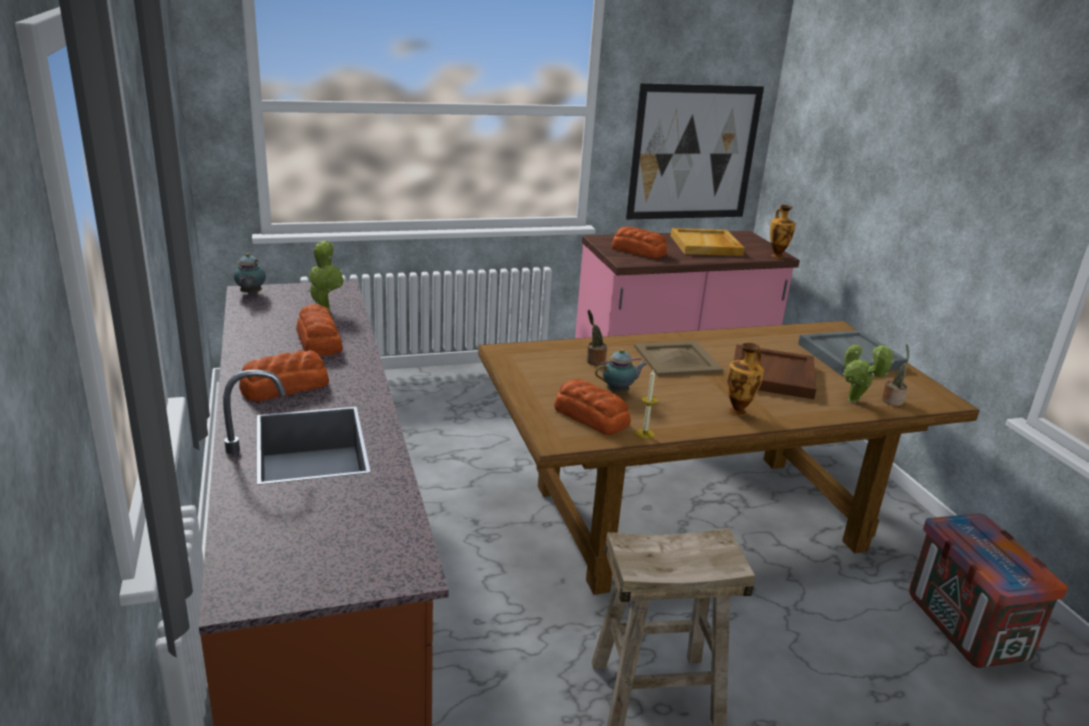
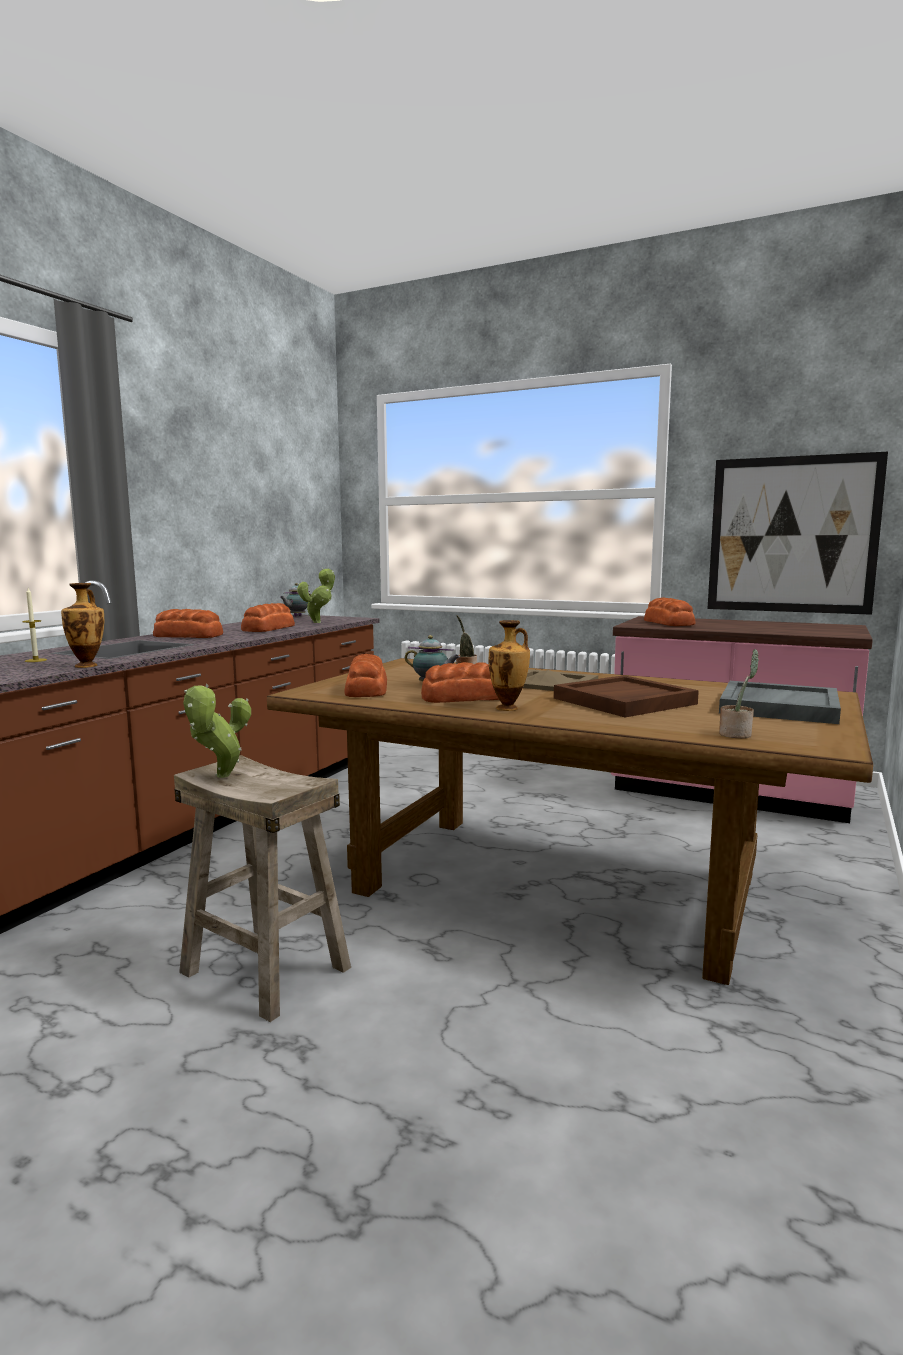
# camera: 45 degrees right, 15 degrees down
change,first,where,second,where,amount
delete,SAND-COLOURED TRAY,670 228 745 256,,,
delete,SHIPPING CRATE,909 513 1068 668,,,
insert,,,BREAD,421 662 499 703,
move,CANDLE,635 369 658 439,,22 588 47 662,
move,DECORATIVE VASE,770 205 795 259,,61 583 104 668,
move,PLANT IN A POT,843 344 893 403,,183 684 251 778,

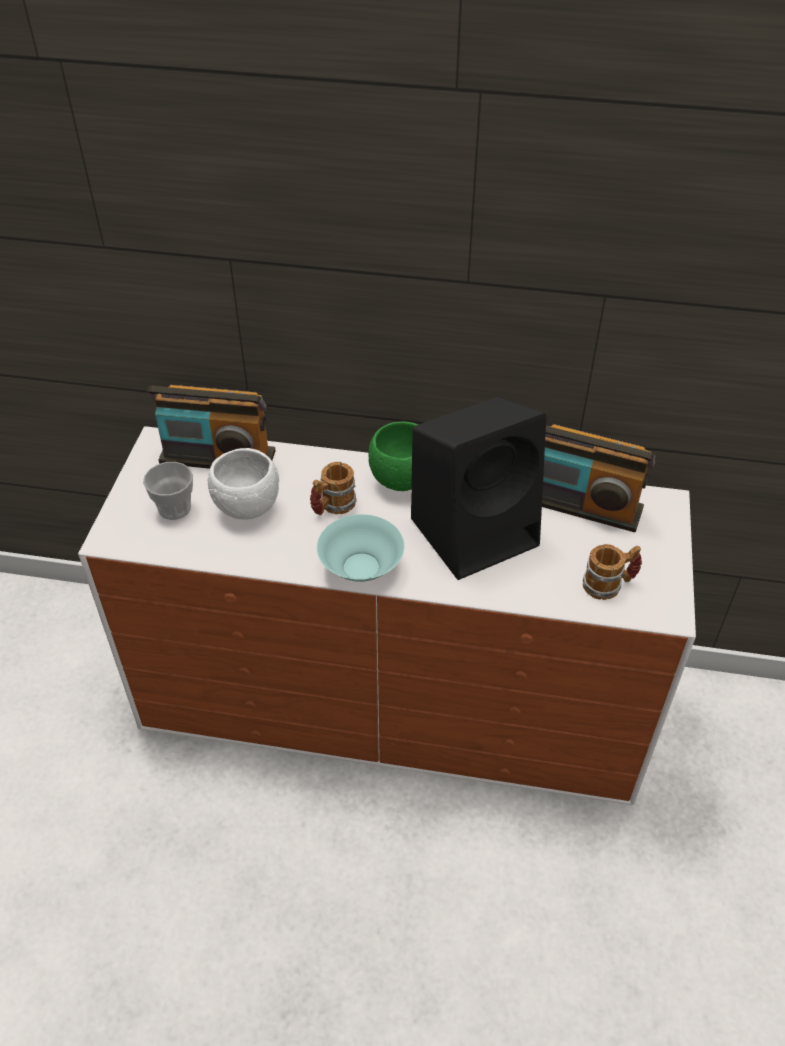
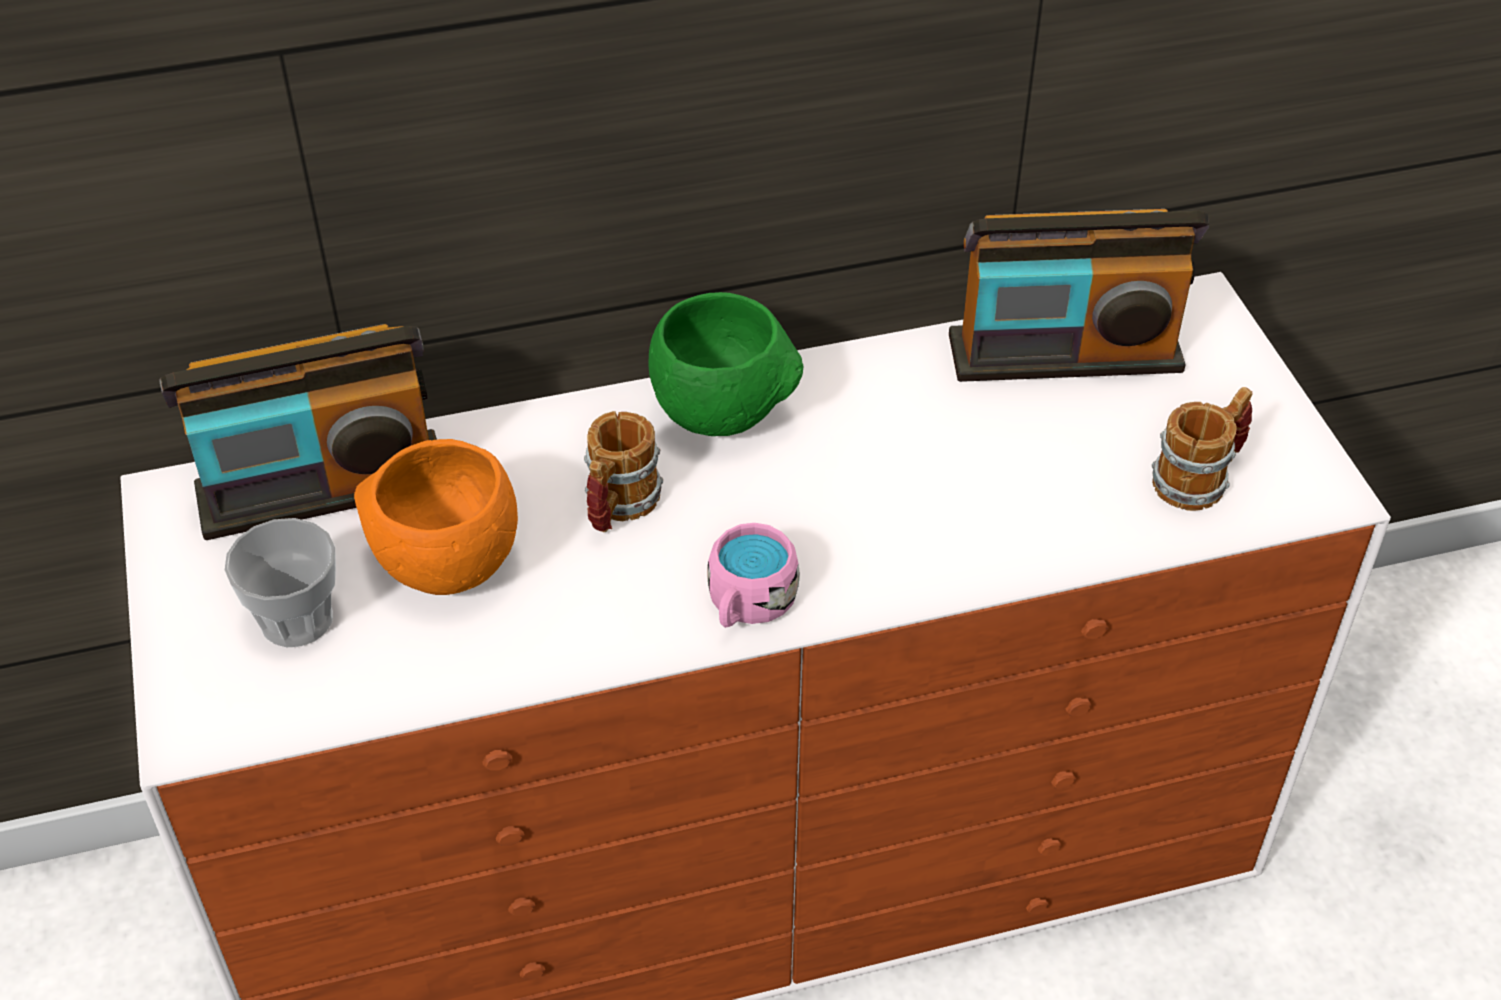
# camera: 25 degrees left, 0 degrees up
change,first,where,second,where,amount
delete,BLACK AUDIO SPEAKER,411 397 546 580,,,
replace,TURQUOISE-COLOURED SERVING BOWL,317 514 404 582,PINK-COLOURED COFFEE MUG,707 523 799 628,
recolor,WHITISH SERVING BOWL,208 448 279 520,ORANGE SERVING BOWL,354 439 518 595,

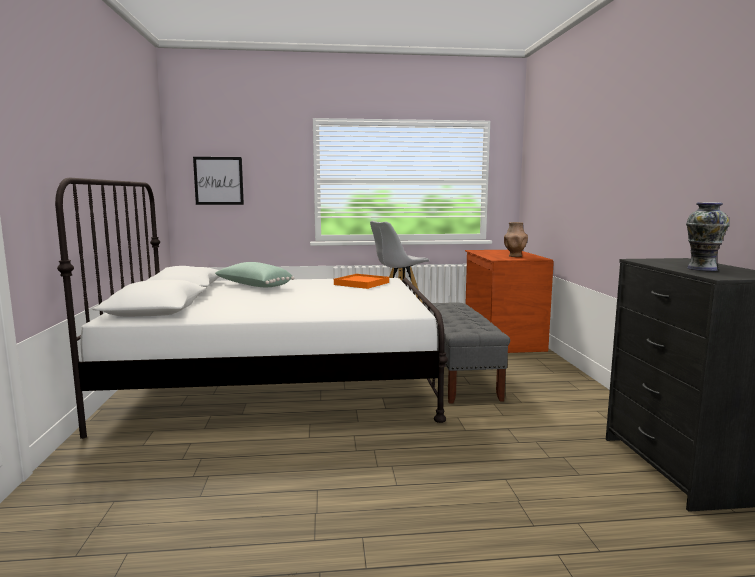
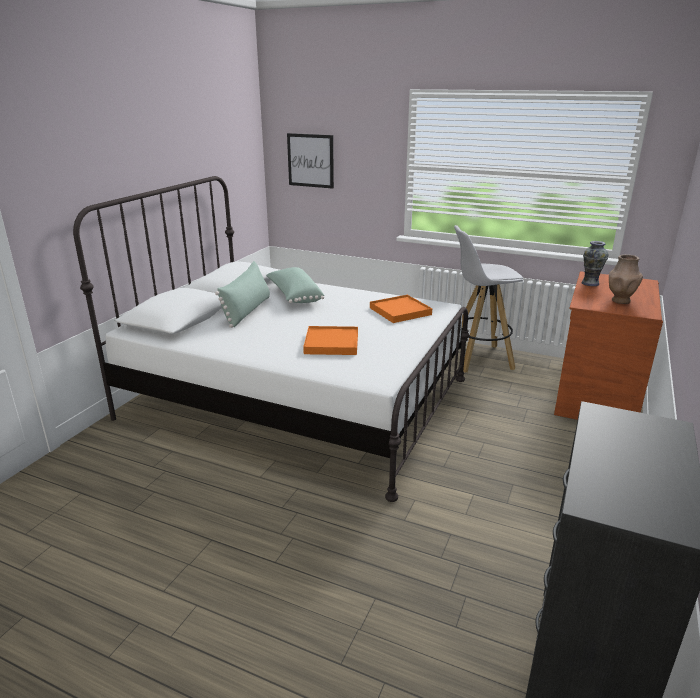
# camera: 30 degrees right, 15 degrees up
change,first,where,second,where,amount
delete,GRAY LONG SEAT,425 302 510 404,,,
insert,,,GREEN-COLOURED CUSHION,215 261 270 328,
insert,,,ORANGE TRAY,303 326 358 355,
move,DECORATIVE VASE,686 202 730 271,,582 241 609 286,

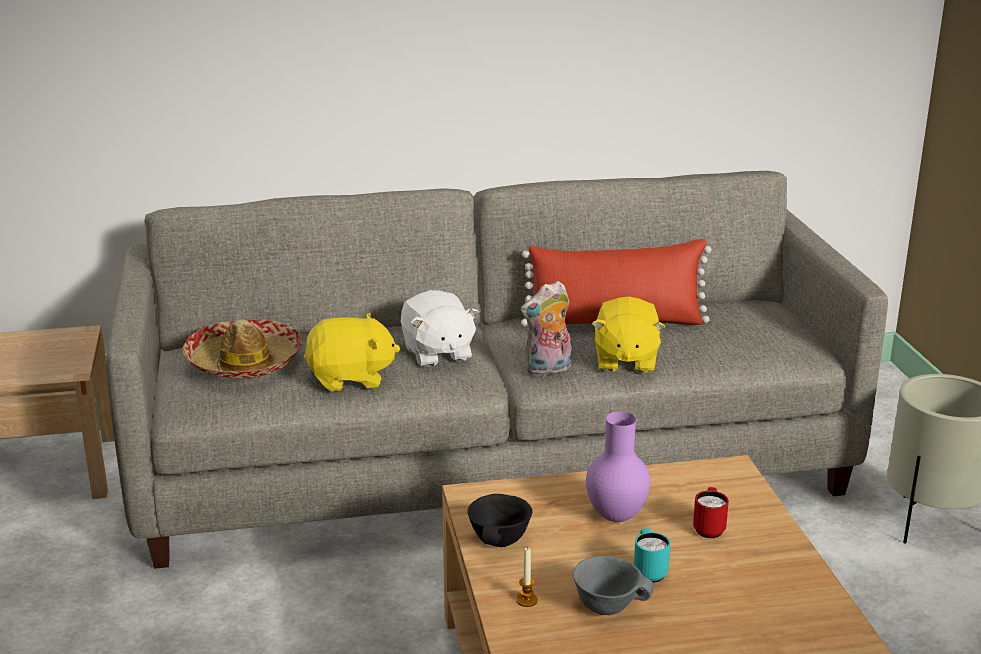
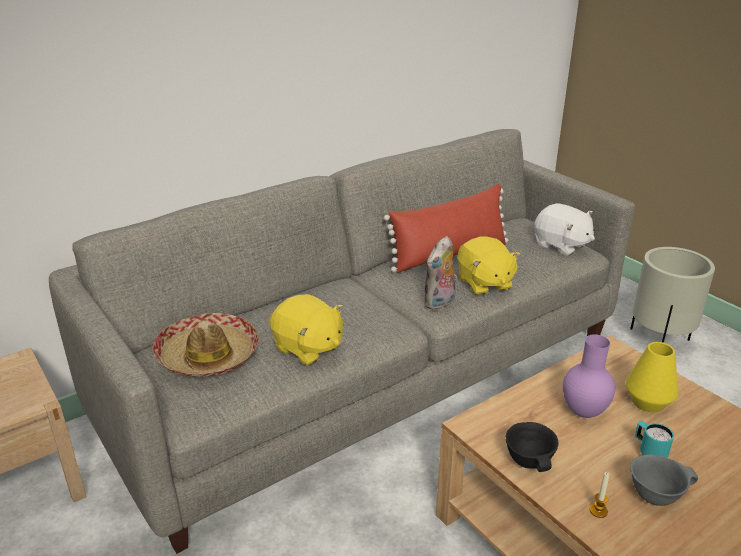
# camera: 25 degrees left, 5 degrees up
change,first,where,second,where,amount
move,WHITISH SOFT TOY,401 290 479 367,,534 203 595 256,
replace,RED COFFEE MUG,693 487 729 538,YELLOW DECORATIVE VASE,625 342 679 412,
rotate,YELLOW SOFT TOY,304 313 400 391,,269 294 343 365,75 degrees clockwise

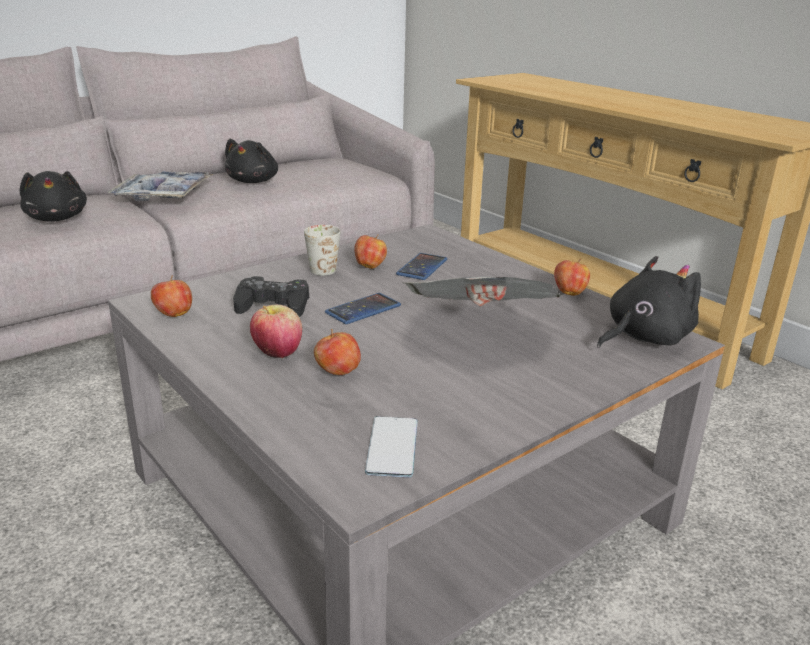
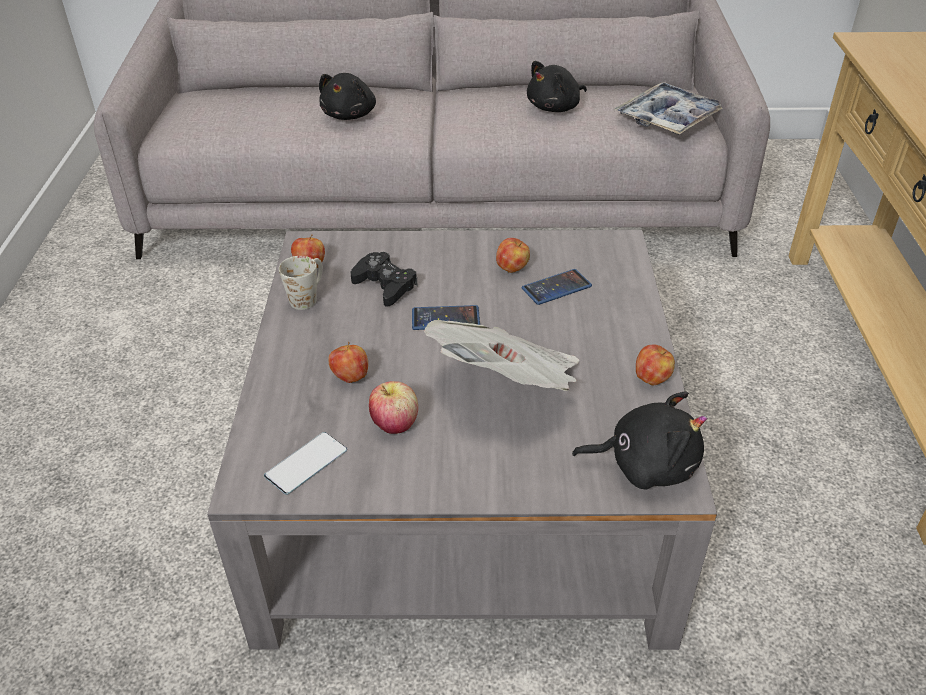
# camera: 40 degrees right, 15 degrees up
change,first,where,second,where,amount
move,TRAY,108 171 214 201,,615 82 723 135,
move,APPLE FRUIT,250 305 302 358,,369 381 418 434,
move,WHITISH COFFEE MUG,304 225 340 276,,279 256 323 310,

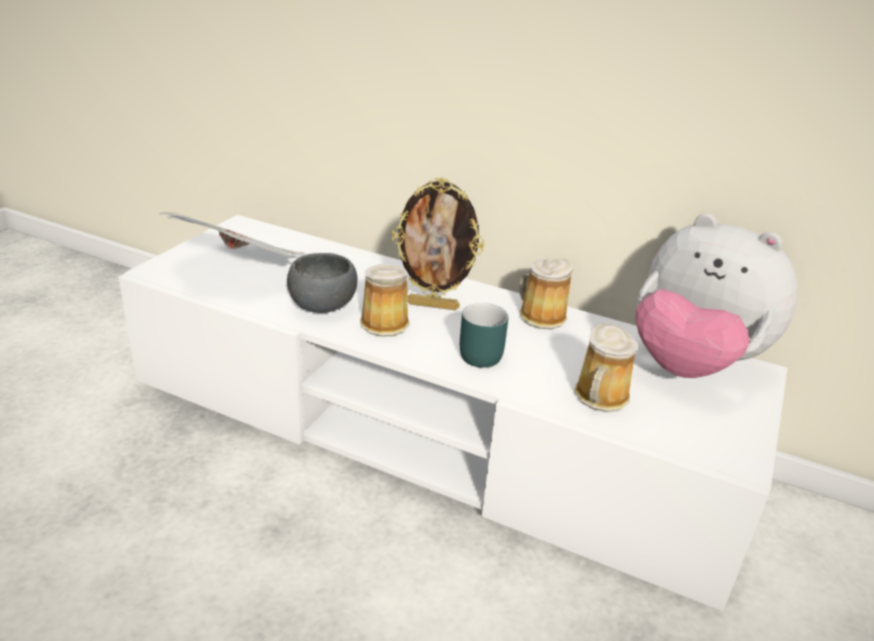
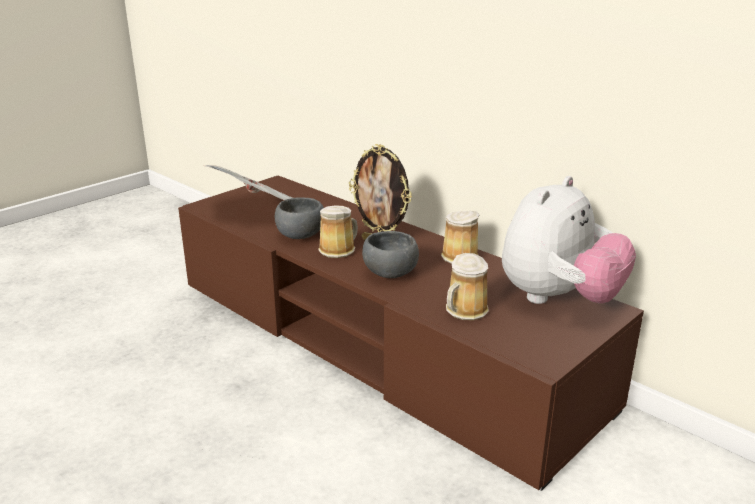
# camera: 20 degrees right, 5 degrees down
change,first,where,second,where,amount
replace,TURQUOISE-COLOURED COFFEE MUG,460 303 509 368,GRAY SERVING BOWL,362 231 419 278,
recolor,WHITISH MEDIA CONSOLE,118 215 787 611,BROWNISH MEDIA CONSOLE,178 176 644 491,
rotate,SOFT TOY,635 213 798 378,,502 176 636 304,105 degrees counterclockwise

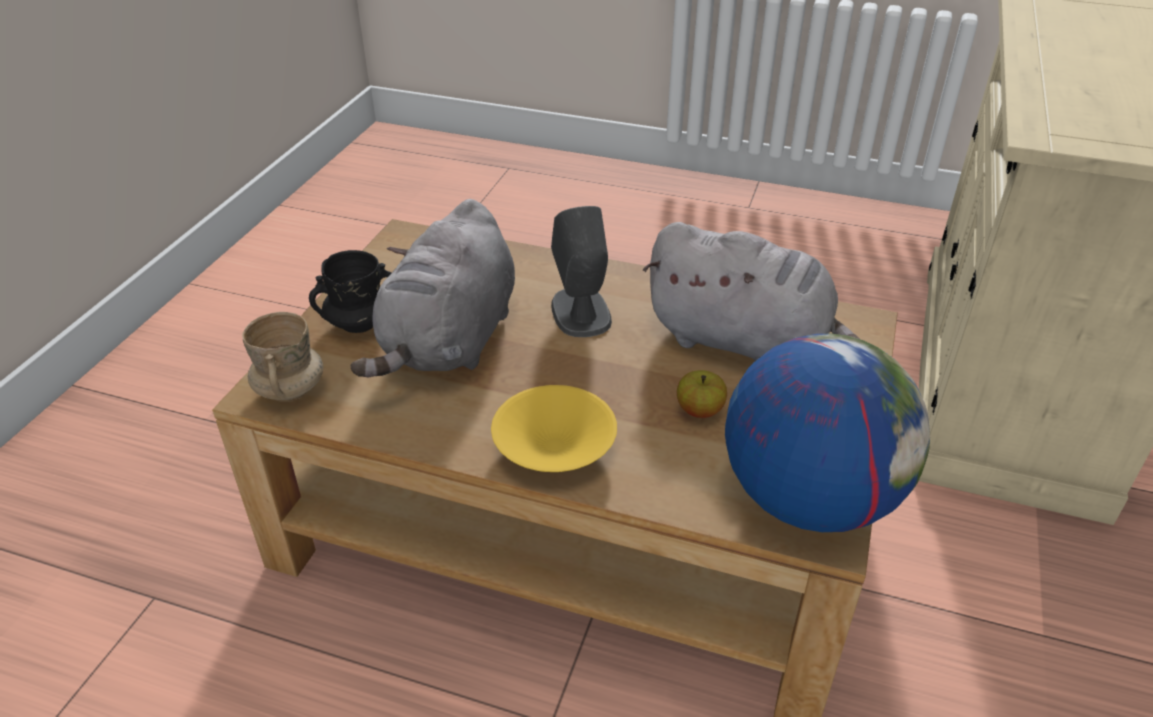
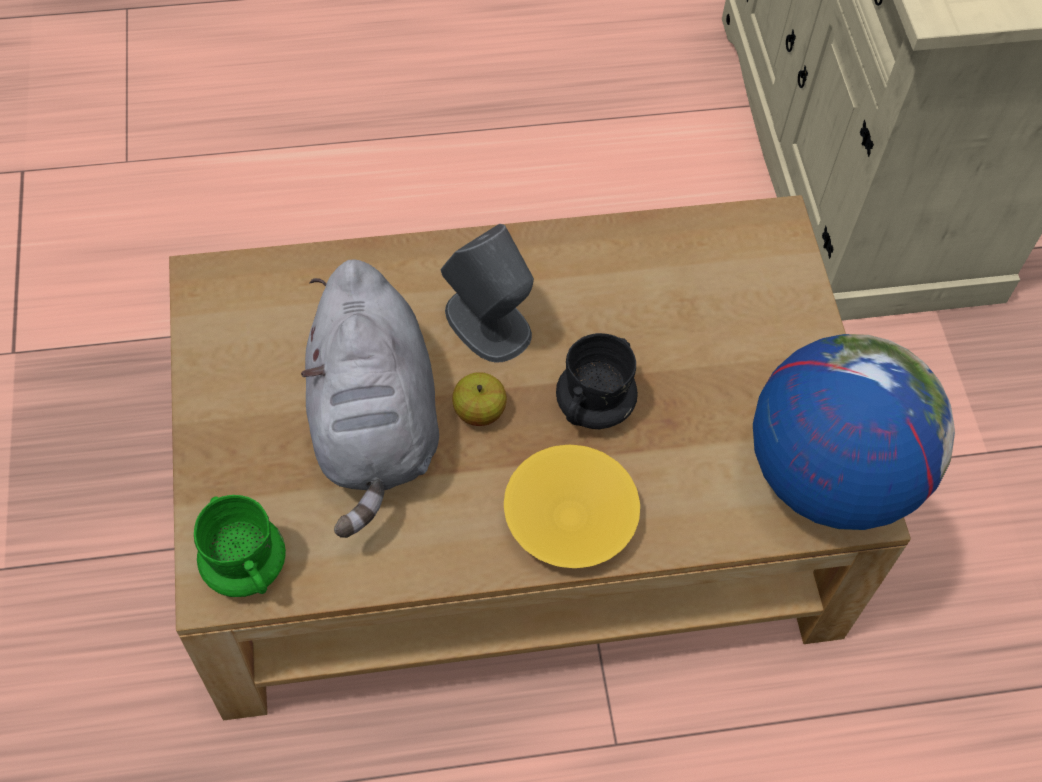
# camera: 30 degrees left, 20 degrees up
change,first,where,second,where,amount
delete,GRAY SOFT TOY,643 222 860 361,,,
move,BLACK COFFEE MUG,309 250 392 333,,556 333 638 429,
move,APPLE FRUIT,677 370 727 418,,452 372 507 426,
recolor,SAND-COLOURED COFFEE MUG,242 312 323 402,GREEN-COLOURED COFFEE MUG,194 495 286 597,

